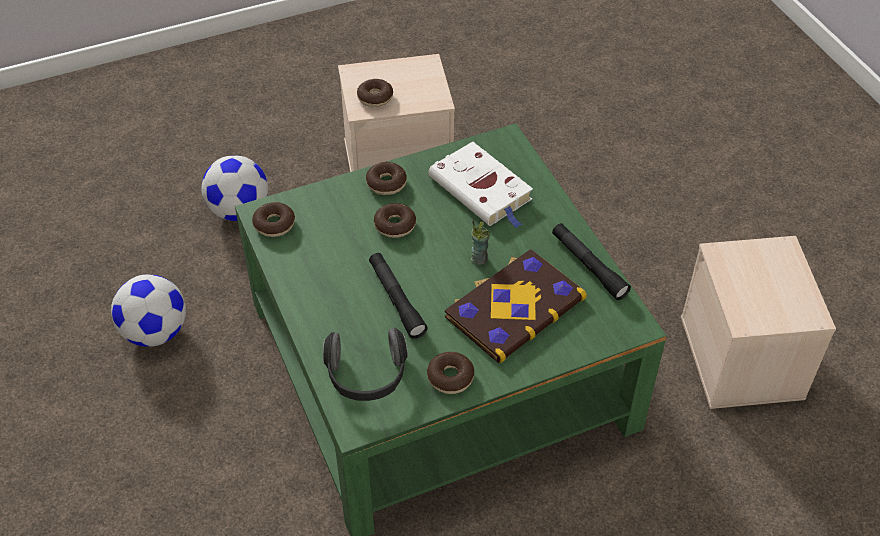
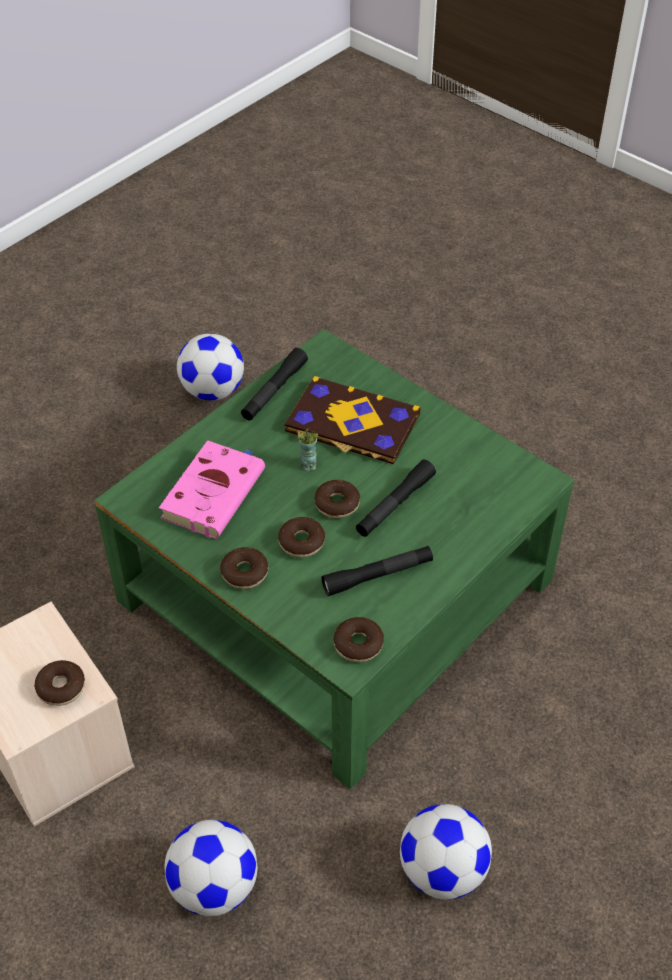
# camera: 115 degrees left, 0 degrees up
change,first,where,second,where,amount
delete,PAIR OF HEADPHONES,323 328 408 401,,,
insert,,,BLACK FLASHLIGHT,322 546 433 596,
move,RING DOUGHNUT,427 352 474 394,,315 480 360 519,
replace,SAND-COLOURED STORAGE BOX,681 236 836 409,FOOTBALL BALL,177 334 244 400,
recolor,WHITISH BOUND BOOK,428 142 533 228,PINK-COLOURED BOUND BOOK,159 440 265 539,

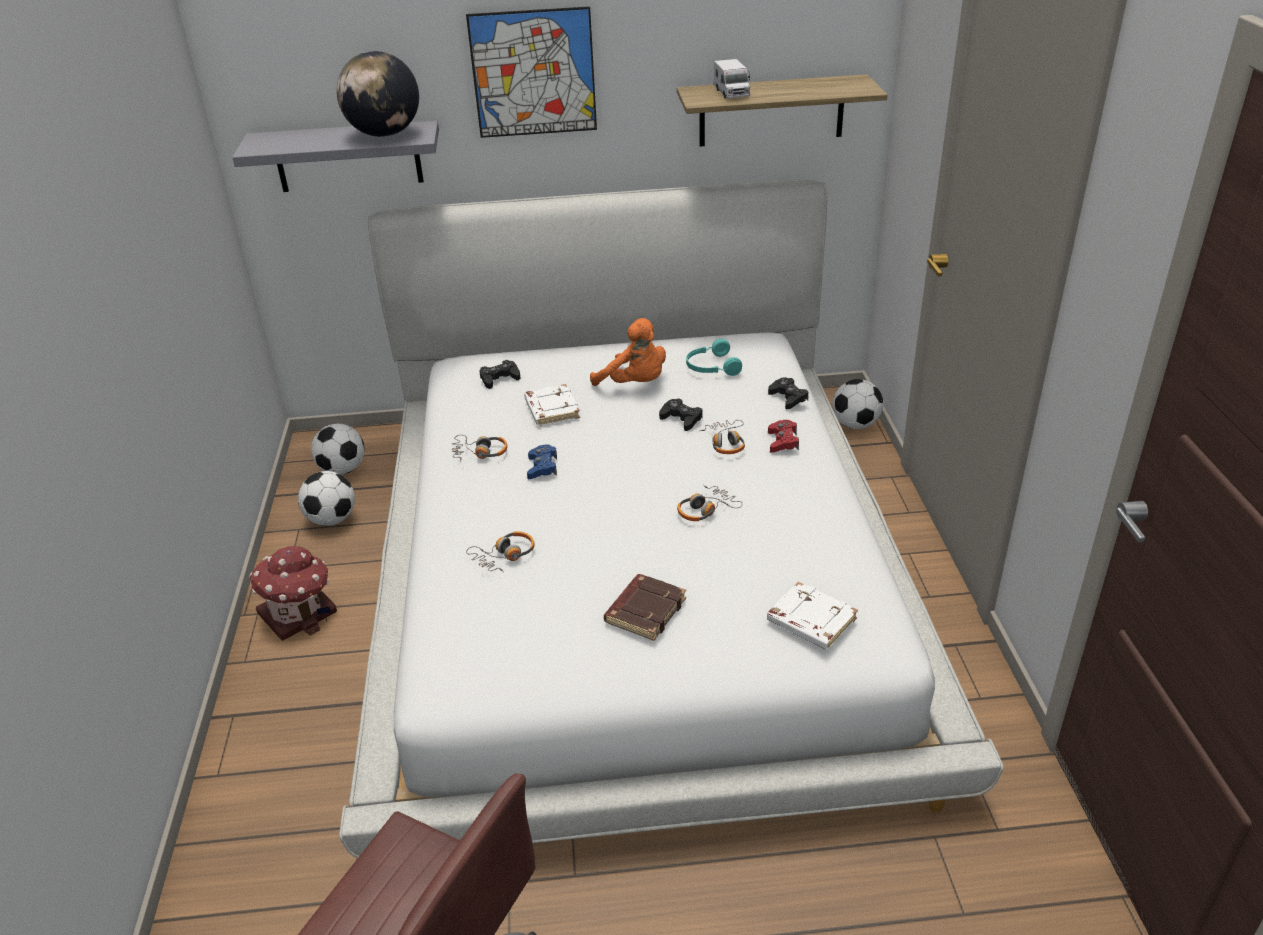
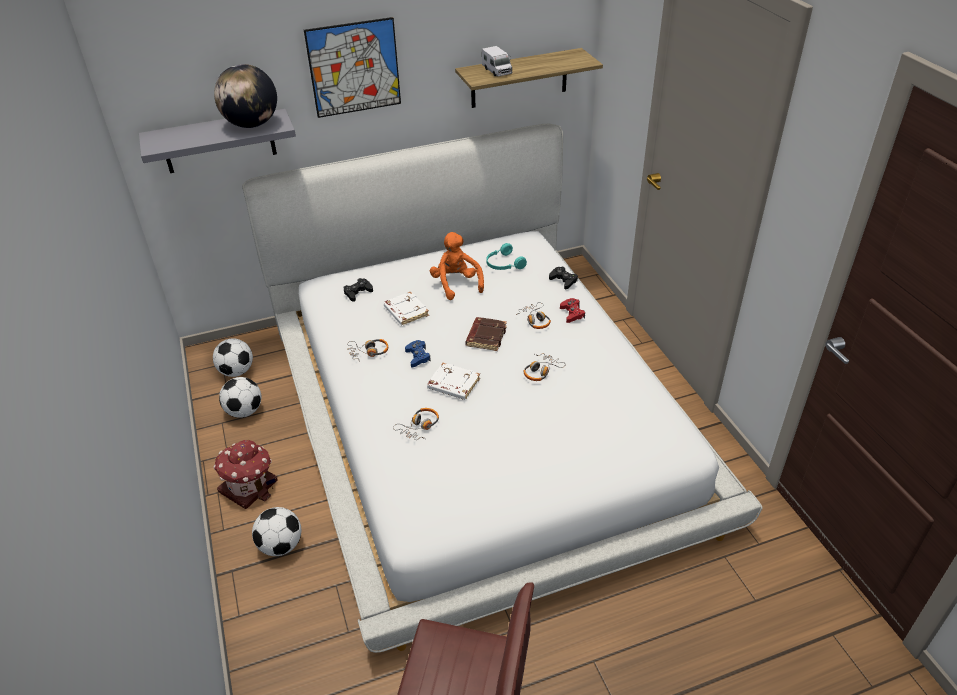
# camera: 15 degrees left, 5 degrees up
change,first,where,second,where,amount
delete,BLACK JOYPAD,659 399 703 431,,,
move,BROWNISH BOUND BOOK,604 574 686 641,,465 317 507 351,
move,WHITISH BOUND BOOK,767 582 858 650,,427 363 480 400,
move,FOOTBALL BALL,832 379 883 429,,252 507 301 556,
rotate,ORANGE SOFT TOY,590 318 666 386,,430 232 484 300,135 degrees counterclockwise

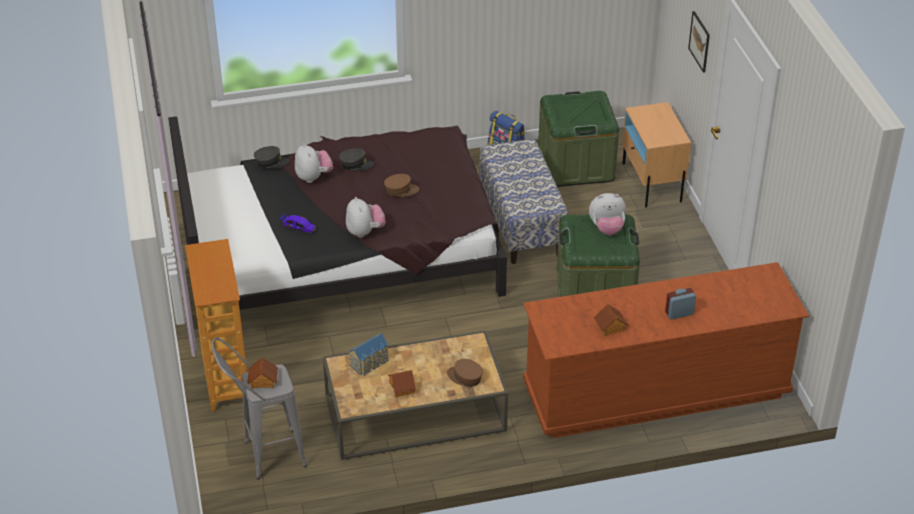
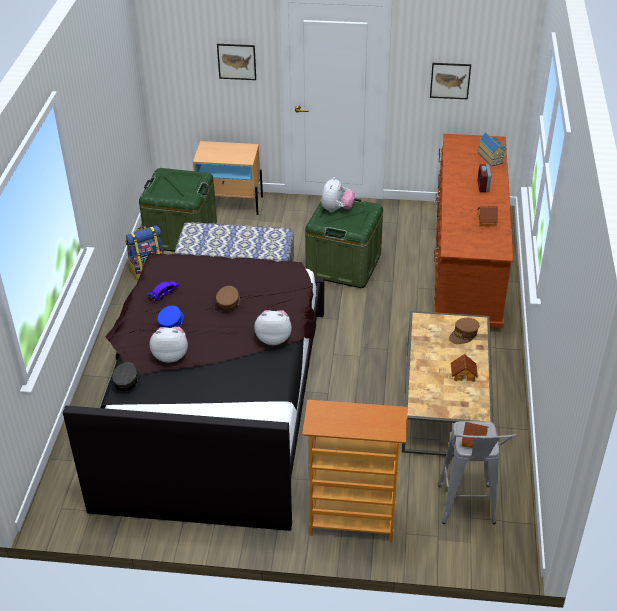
# camera: 70 degrees left, 0 degrees up
change,first,where,second,where,amount
insert,,,PICTURE,430 63 471 99,
move,TOY CAR,280 213 316 233,,148 281 179 301,
move,TOY HOUSE,349 333 389 375,,478 133 506 166,
recolor,GRAY BASEBALL CAP,339 148 374 171,BLUE-COLOURED BASEBALL CAP,157 305 184 328,

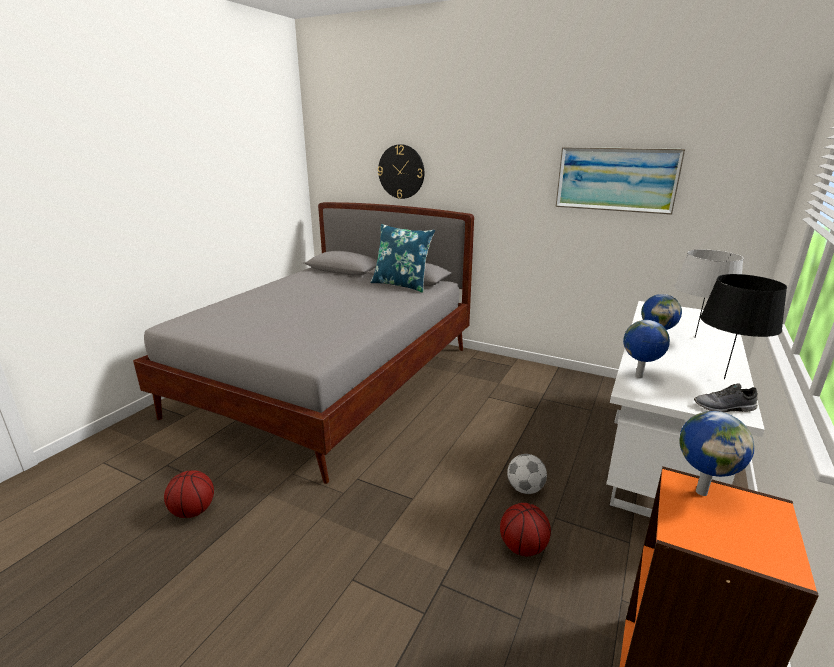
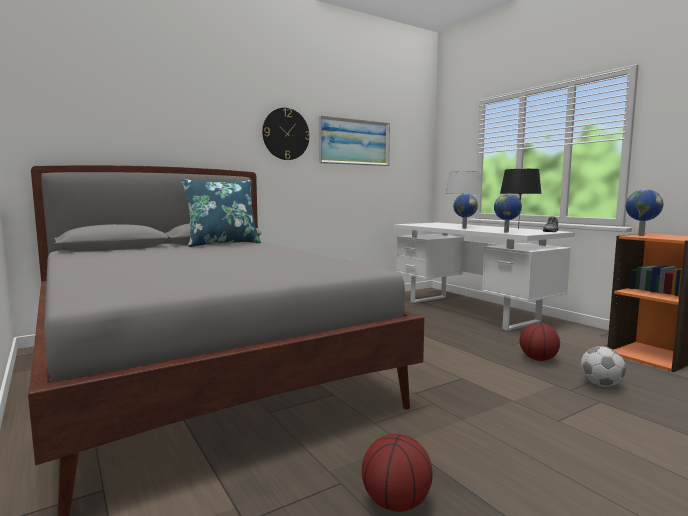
# camera: 60 degrees left, 15 degrees down
change,first,where,second,where,amount
move,HANGING CLOCK,378 144 424 199,,262 108 310 160,
move,FOOTBALL BALL,507 454 547 494,,581 346 626 387,

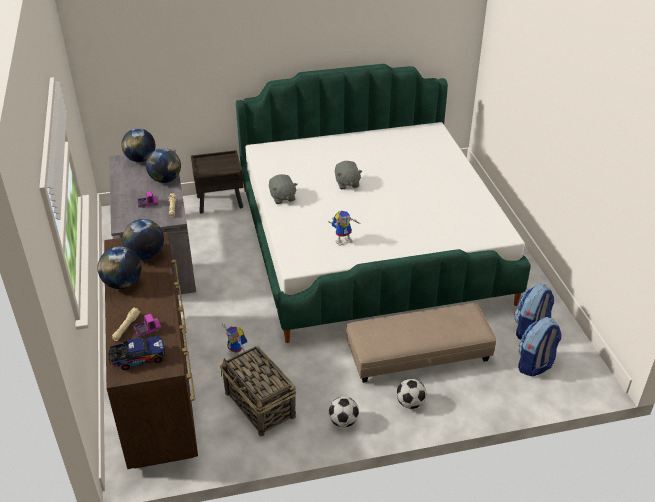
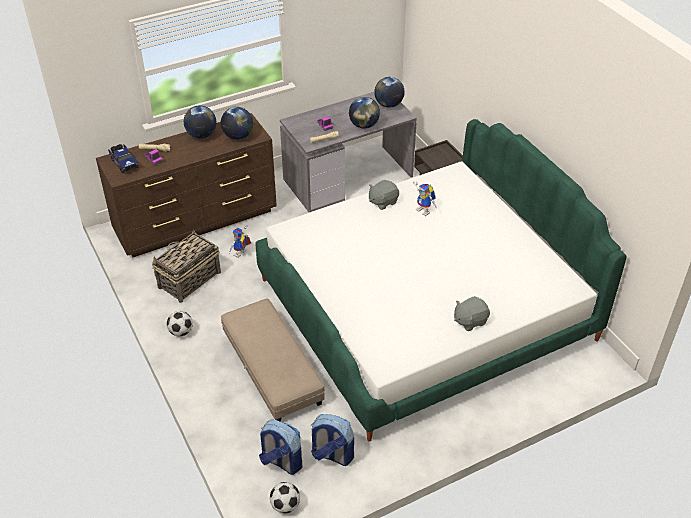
# camera: 75 degrees right, 5 degrees up
change,first,where,second,where,amount
move,TOY ROBOT,328 211 360 246,,413 181 437 216,
move,GRAY SOFT TOY,335 161 362 190,,454 296 490 331,
move,FOOTBALL BALL,396 379 426 409,,270 482 300 514,

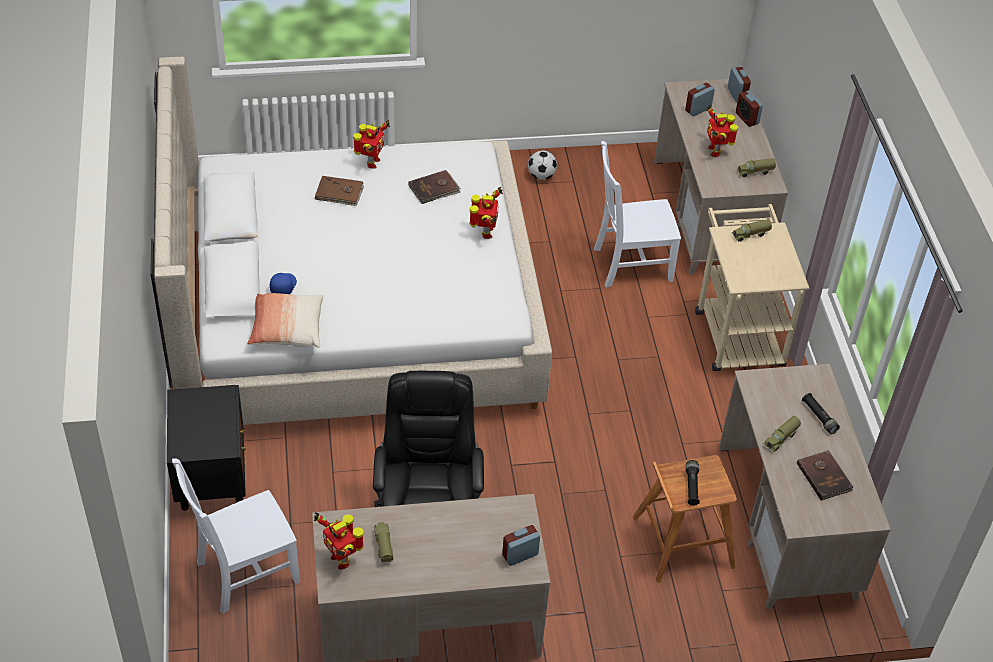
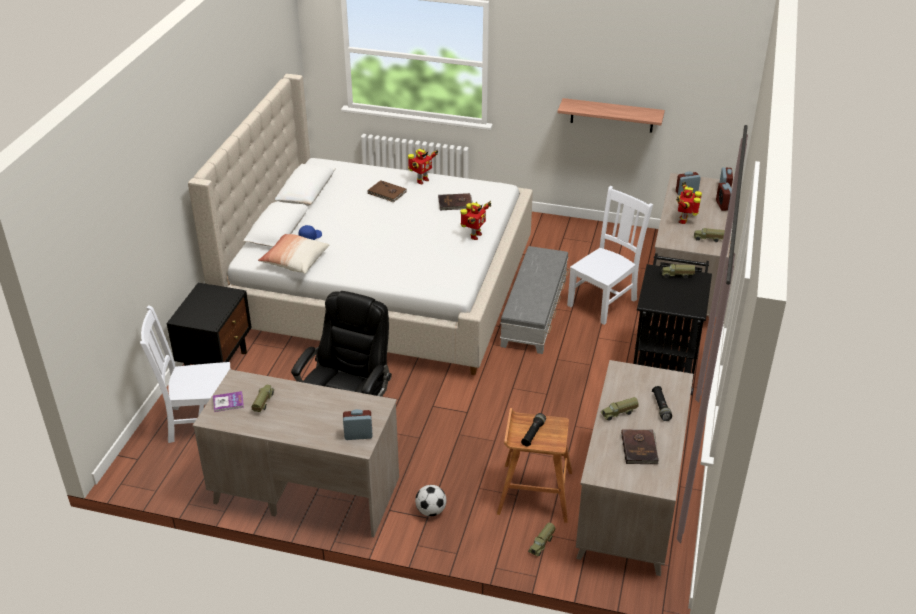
# camera: 25 degrees right, 10 degrees down
change,first,where,second,where,amount
insert,,,GRAY FOOTREST,500 246 570 354,
insert,,,MODEL TRUCK,528 523 556 556,
insert,,,BRACKET SHELF,558 98 665 133,
move,FOOTBALL BALL,528 150 557 180,,415 485 447 516,
replace,TOY ROBOT,314 512 364 570,BOUND BOOK,213 391 244 412,
recolor,SAND-COLOURED WHEELED CART,695 204 810 371,BLACK WHEELED CART,633 253 712 395,
rotate,WHITISH CHAIR,594 141 681 288,,567 186 653 325,120 degrees clockwise

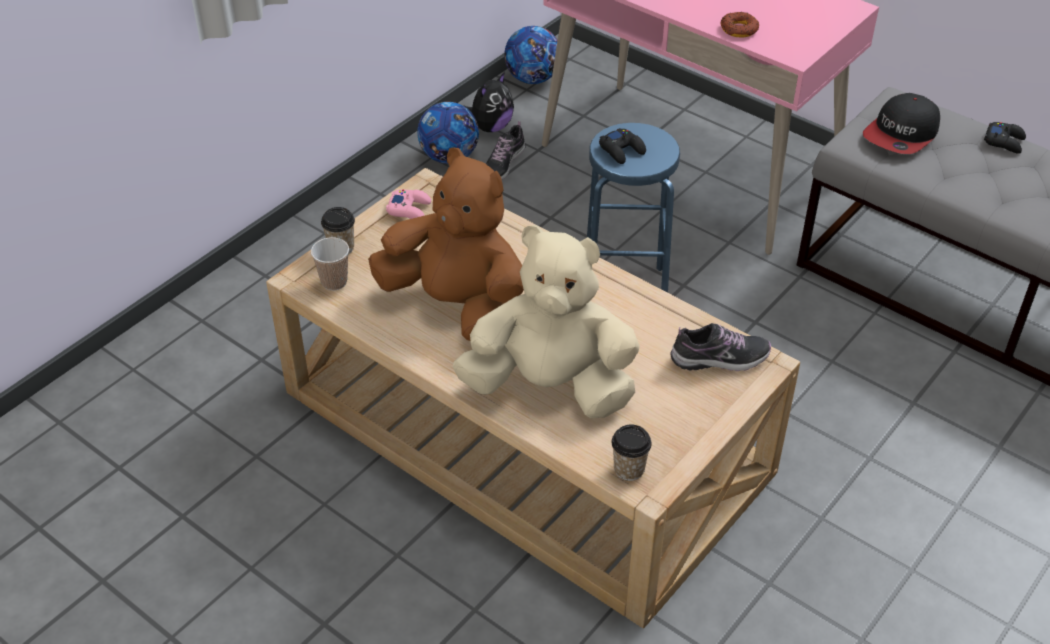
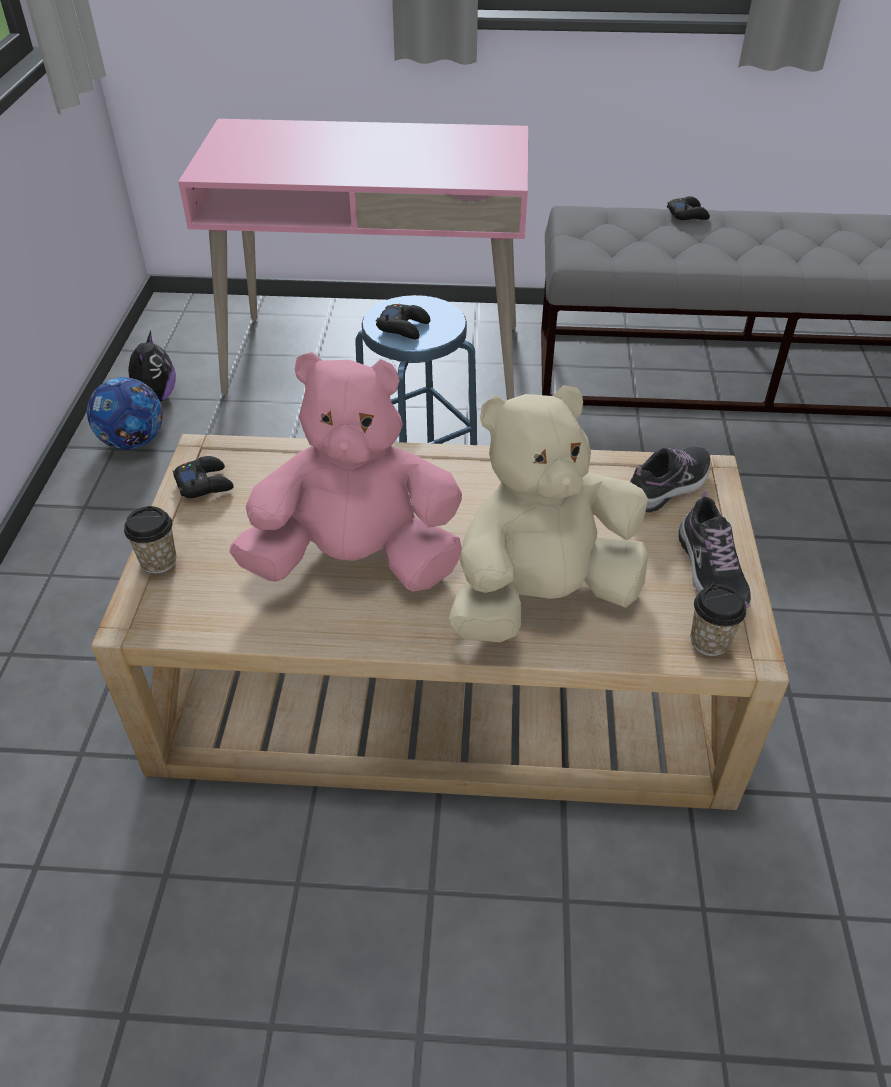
# camera: 35 degrees left, 0 degrees up
change,first,where,second,where,amount
delete,DRINKING CUP,311 237 349 291,,,
delete,FOOTBALL BALL,504 26 558 84,,,
delete,RING DOUGHNUT,720 12 759 38,,,
delete,BASEBALL CAP,863 93 940 154,,,
move,LOW SHOE,486 121 526 179,,679 490 751 608,
recolor,BROWNISH SOFT TOY,368 147 524 341,PINK-COLOURED SOFT TOY,230 352 462 592,
recolor,PINK-COLOURED JOYPAD,386 189 431 219,BLACK JOYPAD,173 456 234 498,

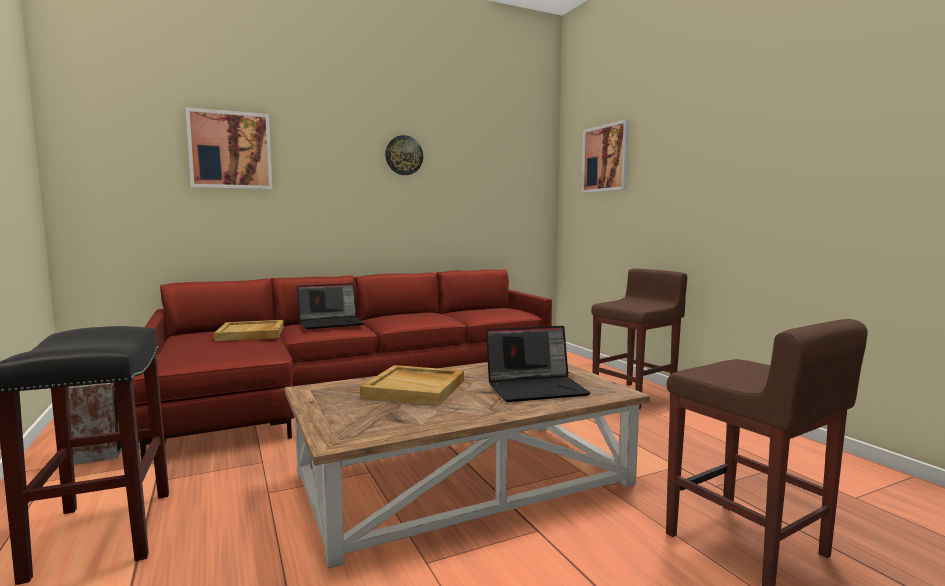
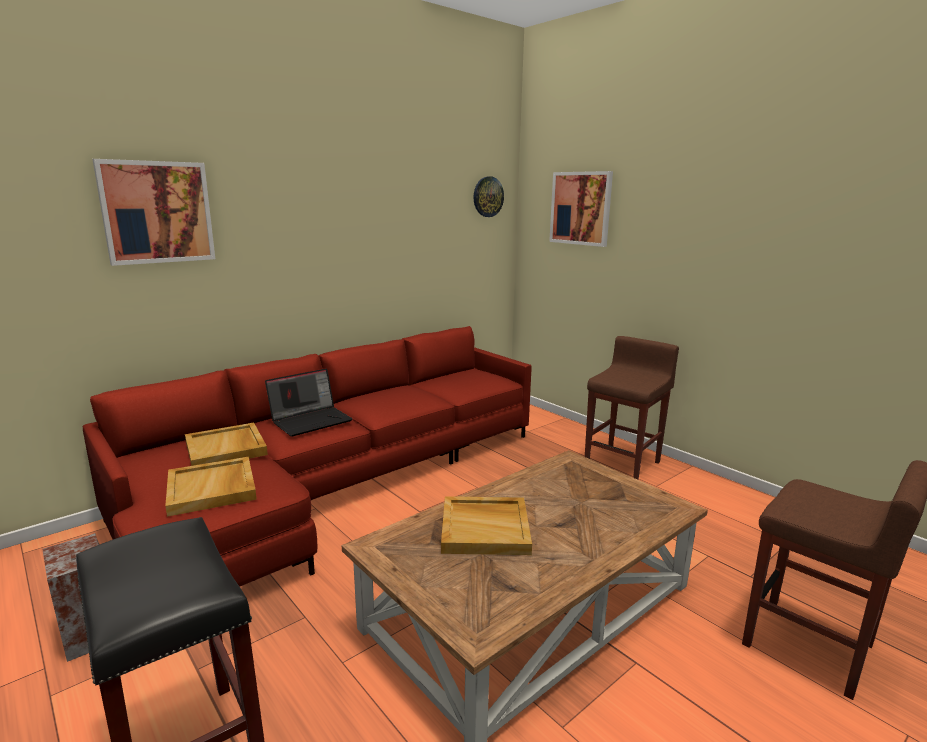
# camera: 15 degrees left, 10 degrees up
change,first,where,second,where,amount
delete,NOTEBOOK COMPUTER,486 326 590 402,,,
insert,,,SAND-COLOURED TRAY,165 457 257 517,
move,HANGING CLOCK,385 135 423 175,,474 176 504 217,

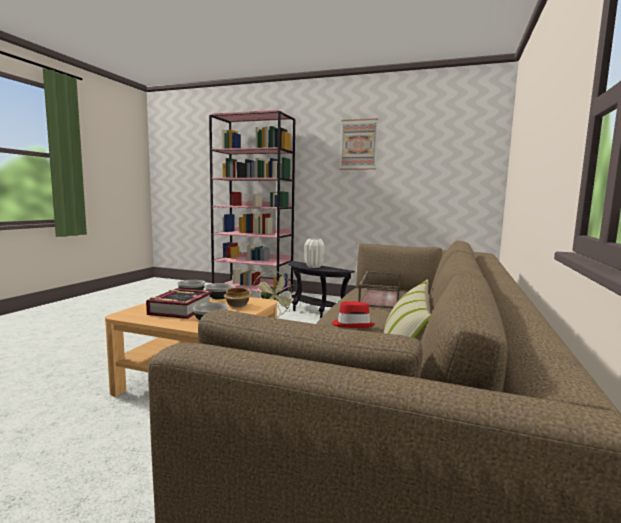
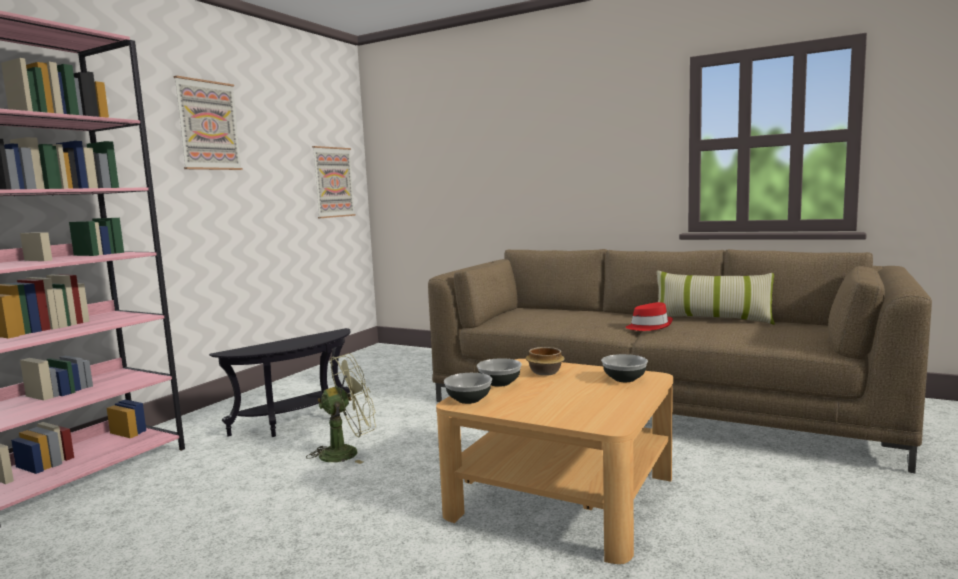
# camera: 80 degrees left, 0 degrees up
change,first,where,second,where,amount
delete,BOUND BOOK,146 288 214 319,,,
delete,WHITISH DECORATIVE VASE,305 238 325 268,,,
delete,BROWNISH TRAY,358 271 401 309,,,
insert,,,PICTURE,312 146 356 218,

